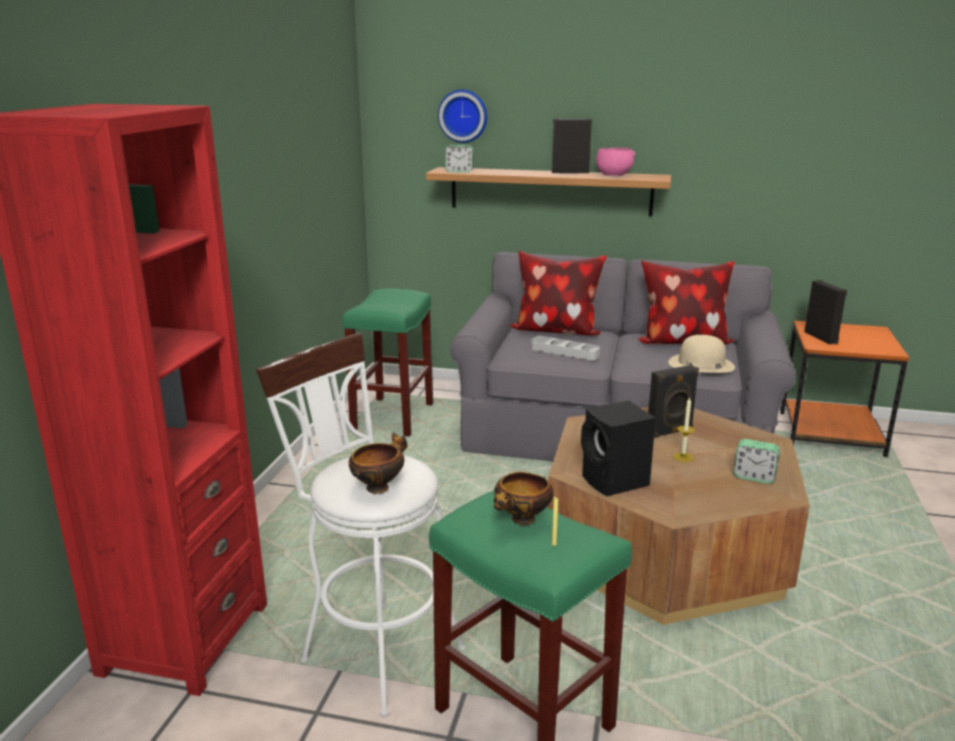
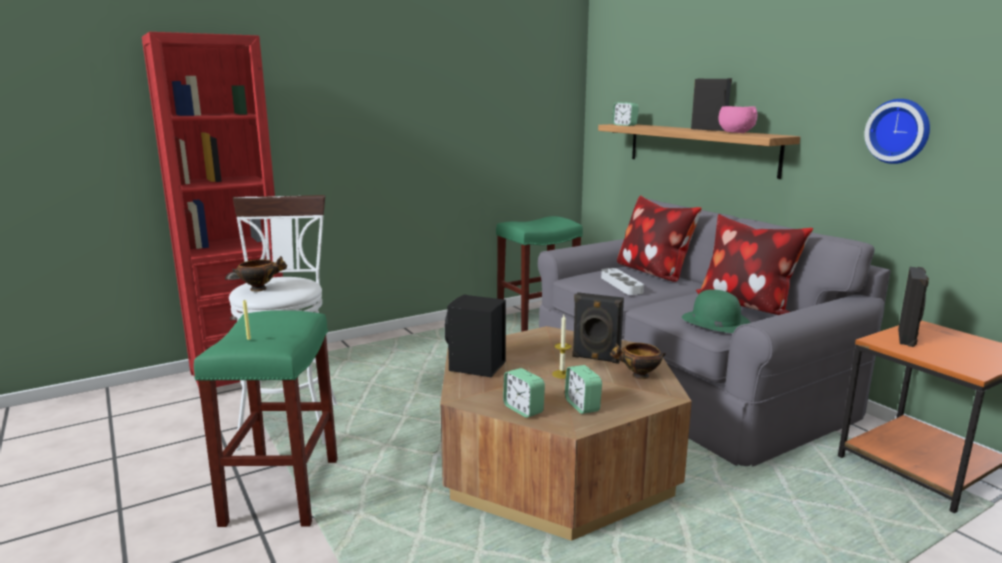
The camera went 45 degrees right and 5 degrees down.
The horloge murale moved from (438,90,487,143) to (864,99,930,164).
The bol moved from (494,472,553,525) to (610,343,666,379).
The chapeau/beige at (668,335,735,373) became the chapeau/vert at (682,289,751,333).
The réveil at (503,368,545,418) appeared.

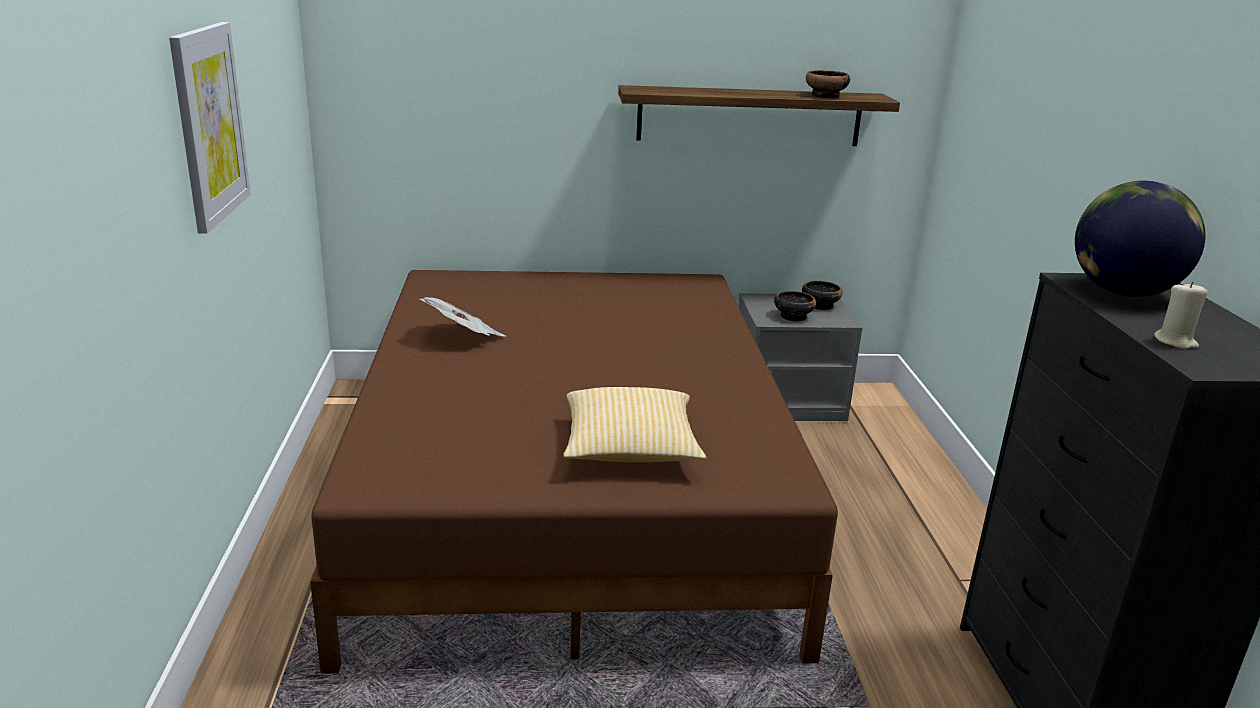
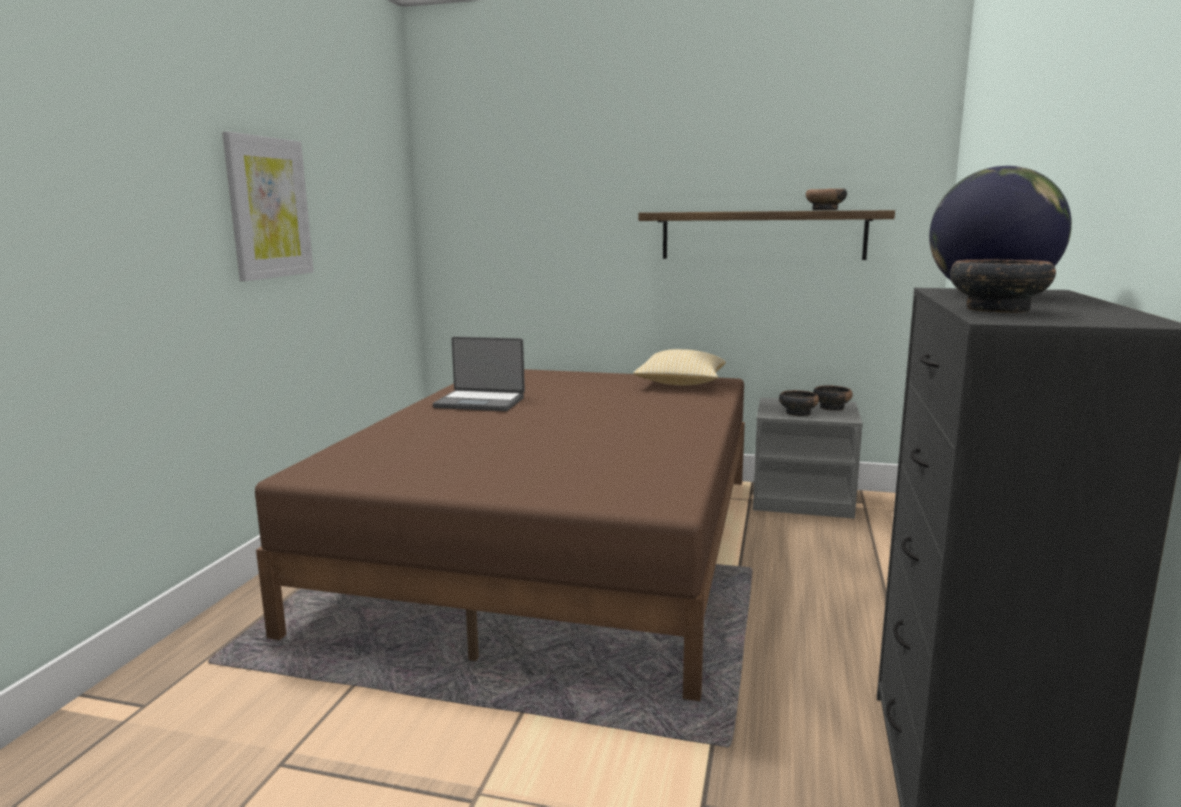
The camera went 20 degrees right and 10 degrees down.
The journal at (420,297,506,336) was replaced by the ordinateur portable at (433,337,525,411).
The coussin moved from (563,387,706,462) to (633,349,726,385).
The bougie/beige at (1154,282,1208,349) was replaced by the bol at (950,259,1056,313).

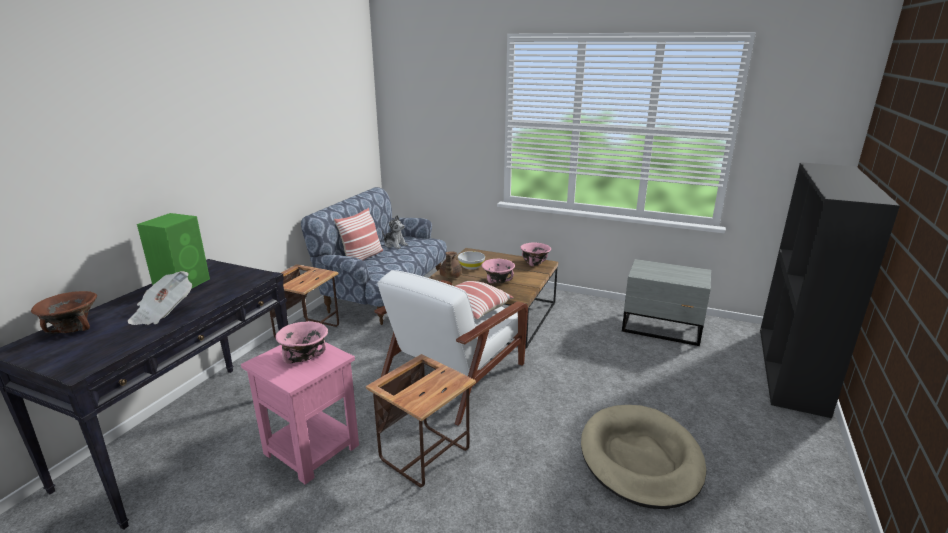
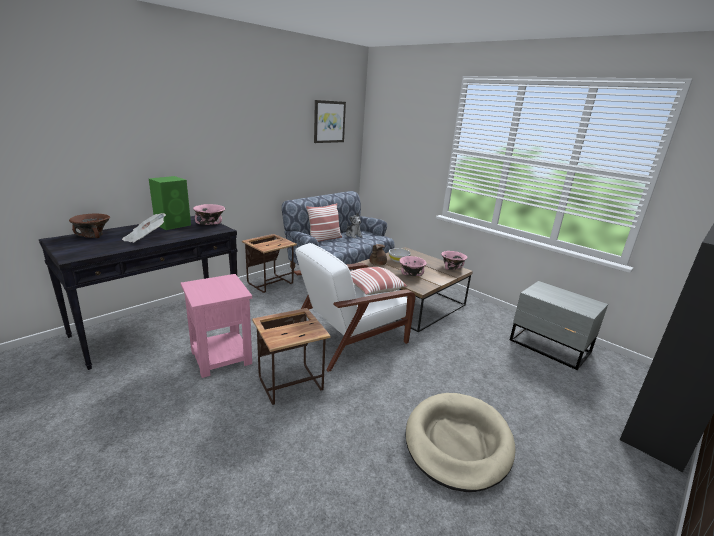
The camera went 20 degrees right and 0 degrees up.
The bol/rose moved from (275,321,328,364) to (193,204,225,225).
The tableau at (314,100,346,143) appeared.

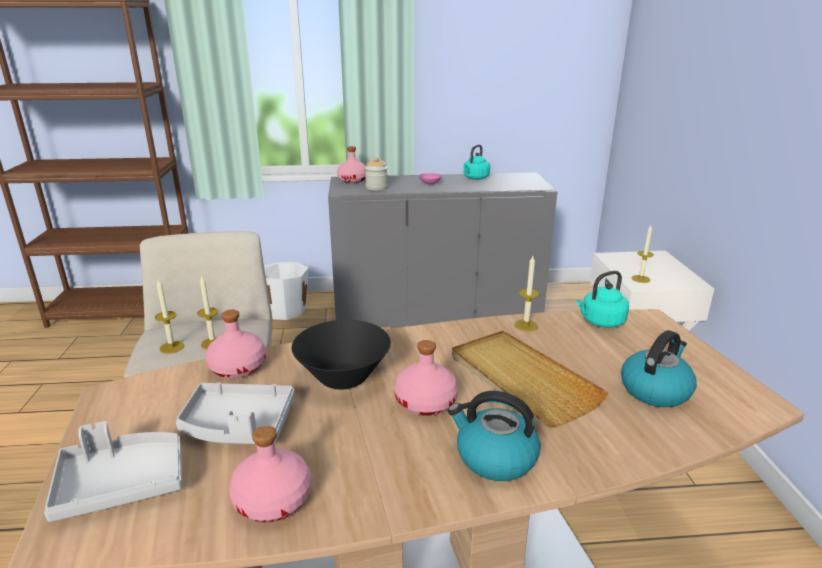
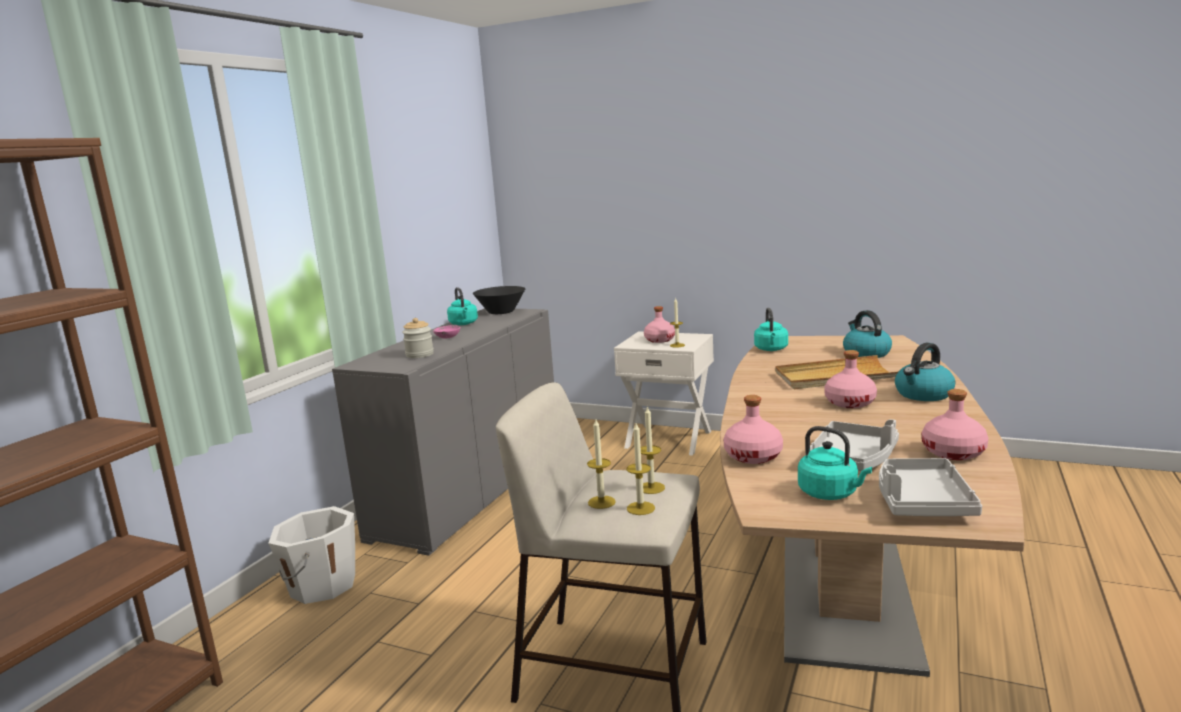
The camera went 60 degrees left and 10 degrees down.
The bol/noir moved from (292,320,391,389) to (473,286,525,314).
The bouteille/rose moved from (337,146,366,183) to (644,306,675,343).
The bougie moved from (514,256,540,332) to (587,419,616,509).
The bouilloire/turquoise at (798,426,872,500) appeared.

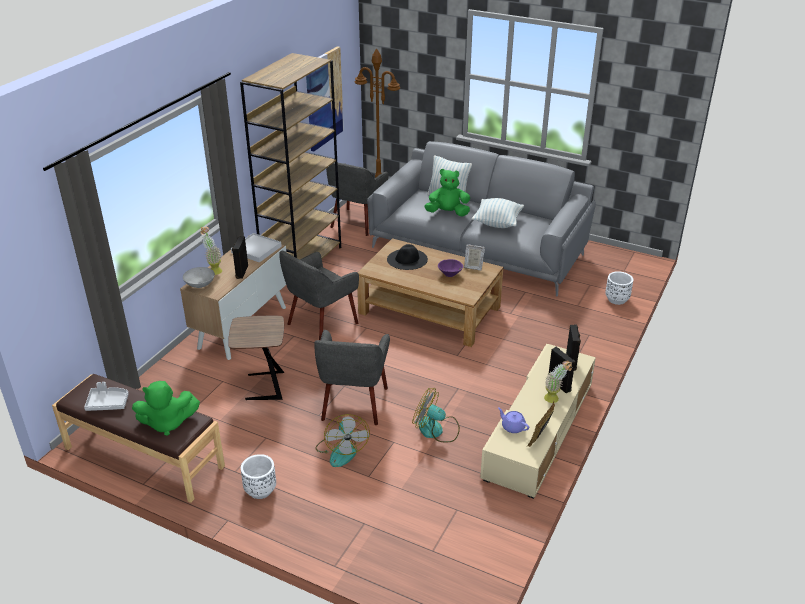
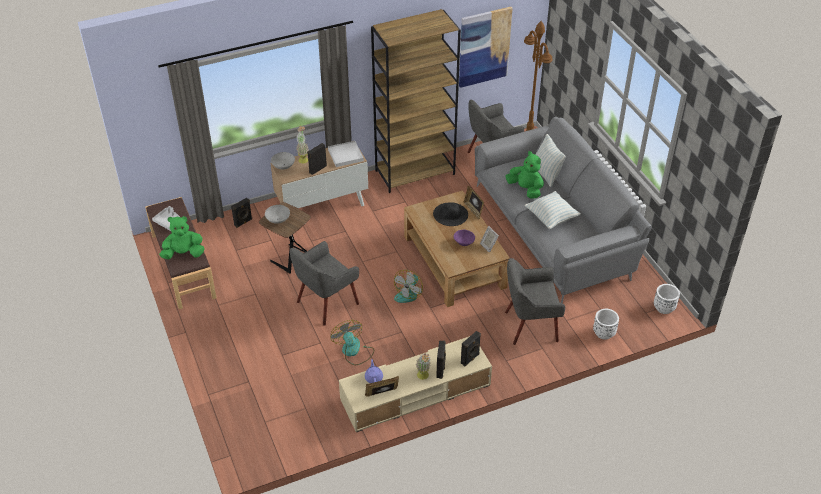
The camera went 40 degrees right and 10 degrees up.
The peluche/vert at (132,381,200,436) turned 135 degrees clockwise.
The cache-pot/blanc moved from (241,454,276,499) to (654,284,680,314).
The fauteuil/gris moved from (279,251,359,340) to (505,258,565,345).
The ventilateur moved from (315,414,370,467) to (394,270,423,303).
The enceinte/noir at (231,198,252,228) appeared.
The bol/gris at (265,205,290,224) appeared.
The cadre photo at (464,186,484,220) appeared.

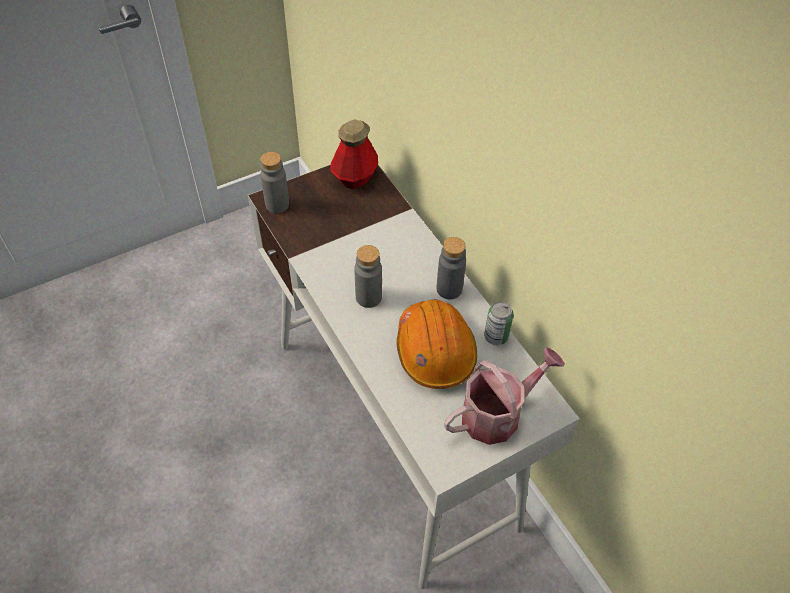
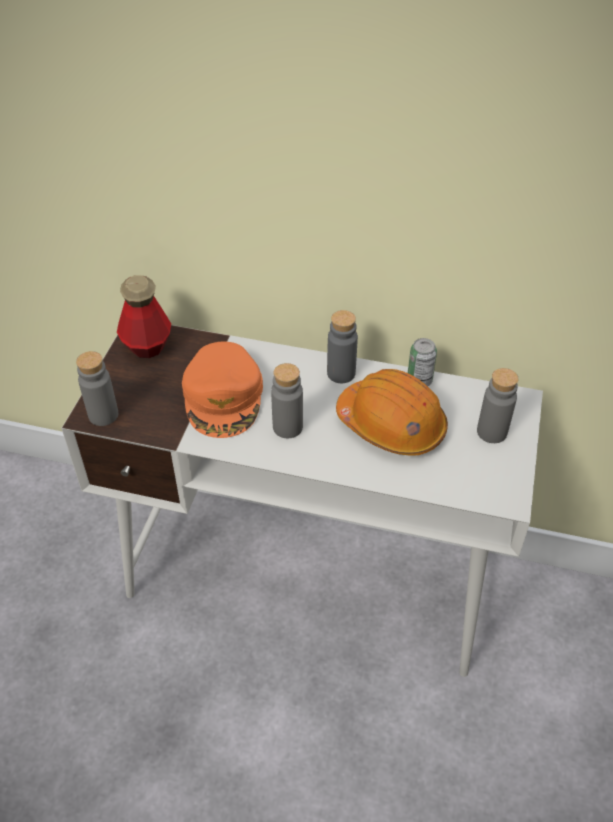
The camera went 45 degrees left and 5 degrees down.
The arrosoir at (444,347,565,445) was replaced by the bouteille/gris at (477,368,519,443).
The casquette/orange at (182,342,263,438) appeared.

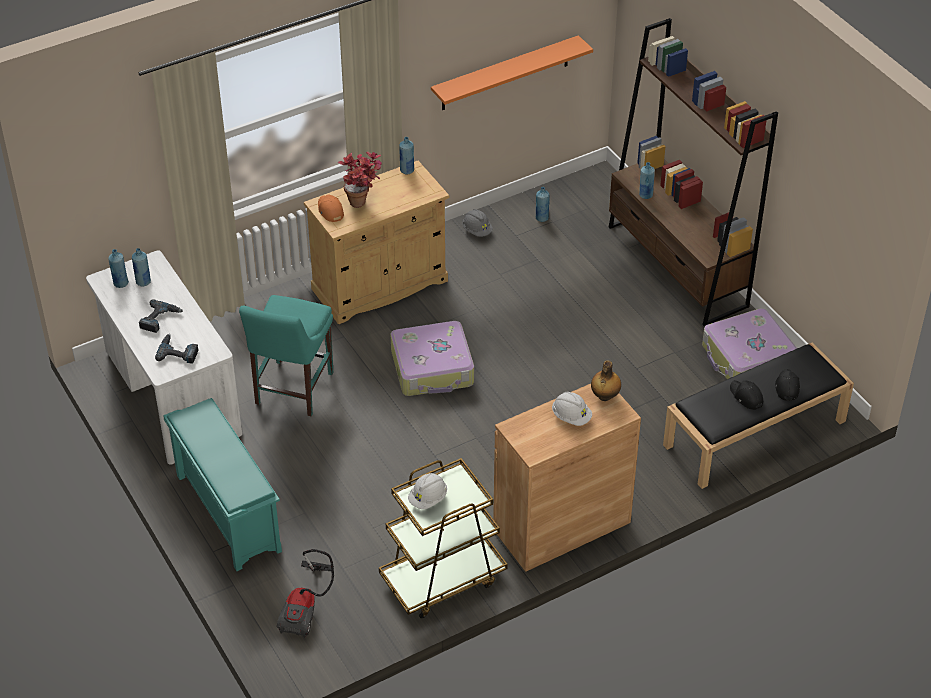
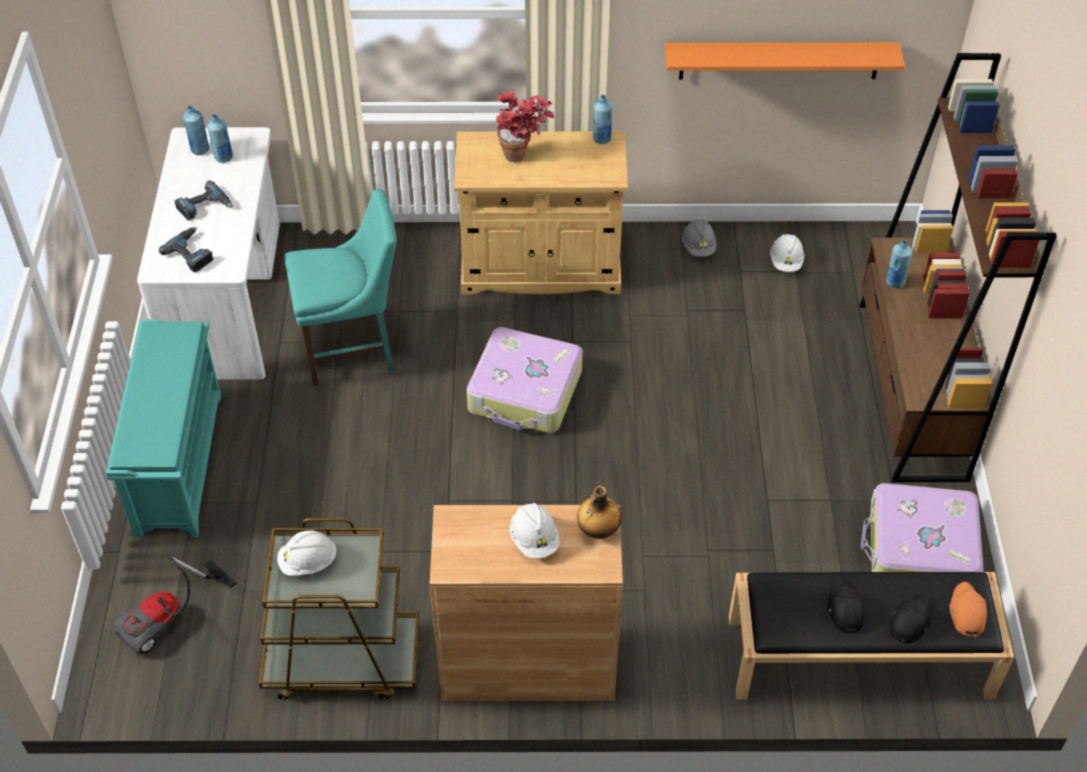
The camera went 30 degrees right and 5 degrees up.
The chaise/turquoise at (239,295,333,416) turned 150 degrees counterclockwise.
The casquette/orange moved from (318,195,344,222) to (950,582,987,637).
The bouteille/bleu at (536,187,549,222) was replaced by the casque de chantier/blanc at (770,234,805,272).

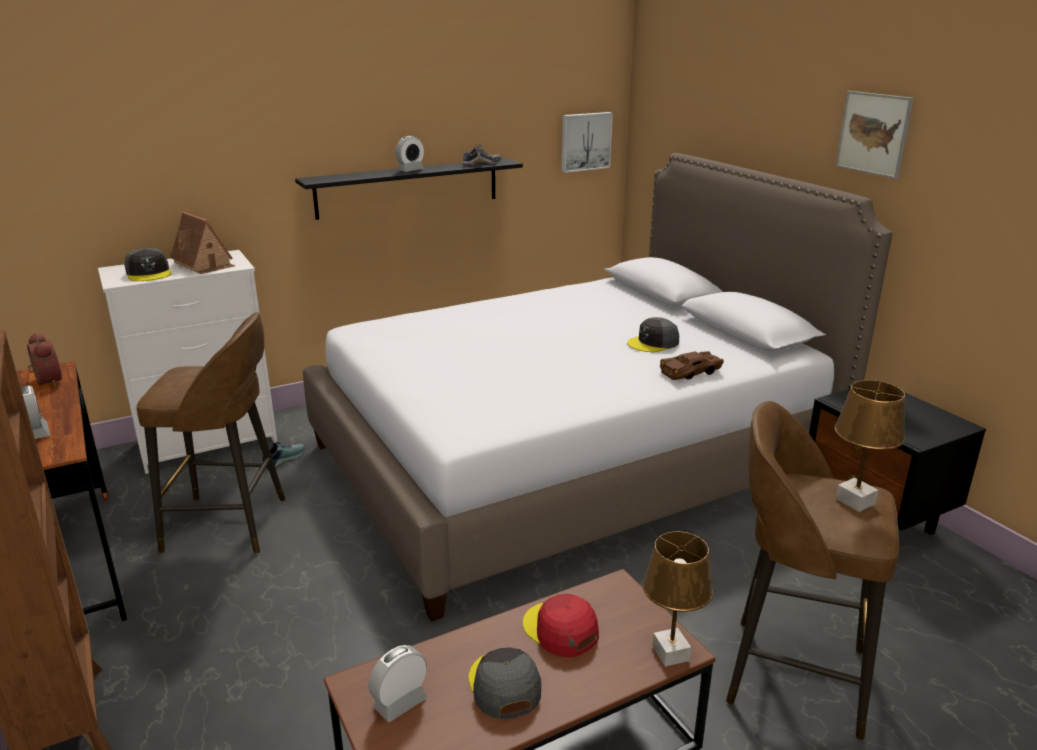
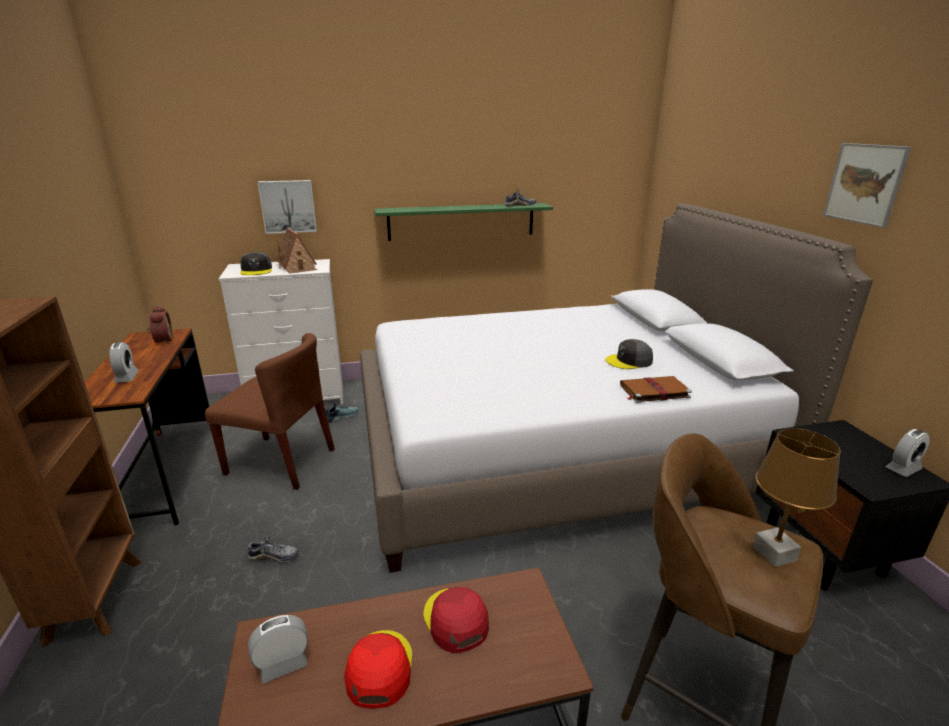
The camera went 15 degrees right and 0 degrees up.
The tabouret/marron at (137,312,285,554) was replaced by the chaise/marron at (205,333,335,490).
The étagère/noir at (295,158,523,220) became the étagère/vert at (374,203,553,241).
The réveil moved from (395,136,424,172) to (885,429,930,477).
The casquette/gris at (469,647,541,719) became the casquette/rouge at (344,630,412,709).
The tableau moved from (561,112,613,173) to (258,180,317,234).
The lampe de table/marron at (642,531,713,667) disappeared.
The petite voiture/marron at (660,351,724,380) was replaced by the livre/marron at (620,376,692,403).
The chaussure at (246,534,299,563) appeared.

